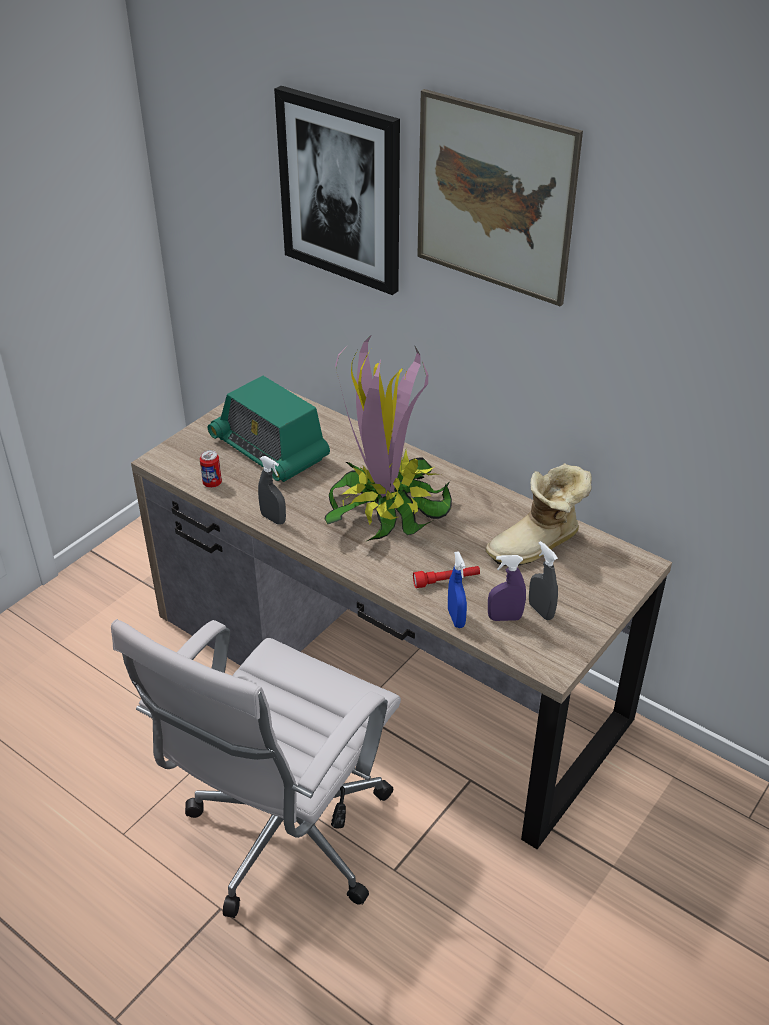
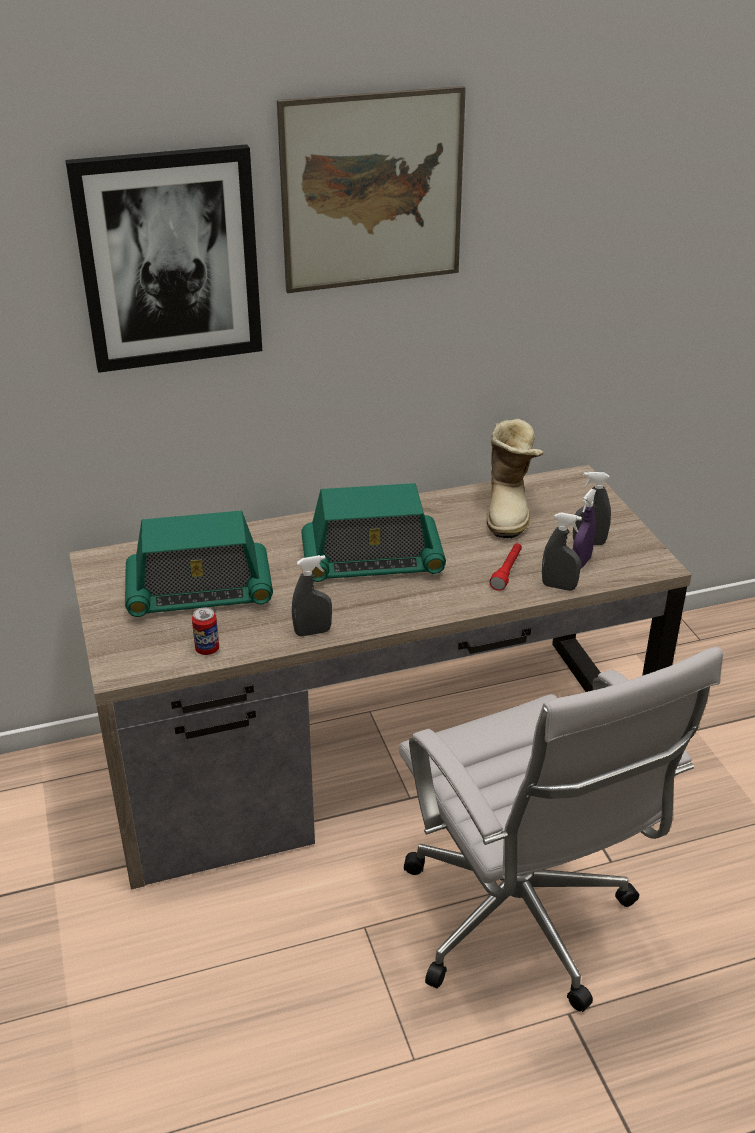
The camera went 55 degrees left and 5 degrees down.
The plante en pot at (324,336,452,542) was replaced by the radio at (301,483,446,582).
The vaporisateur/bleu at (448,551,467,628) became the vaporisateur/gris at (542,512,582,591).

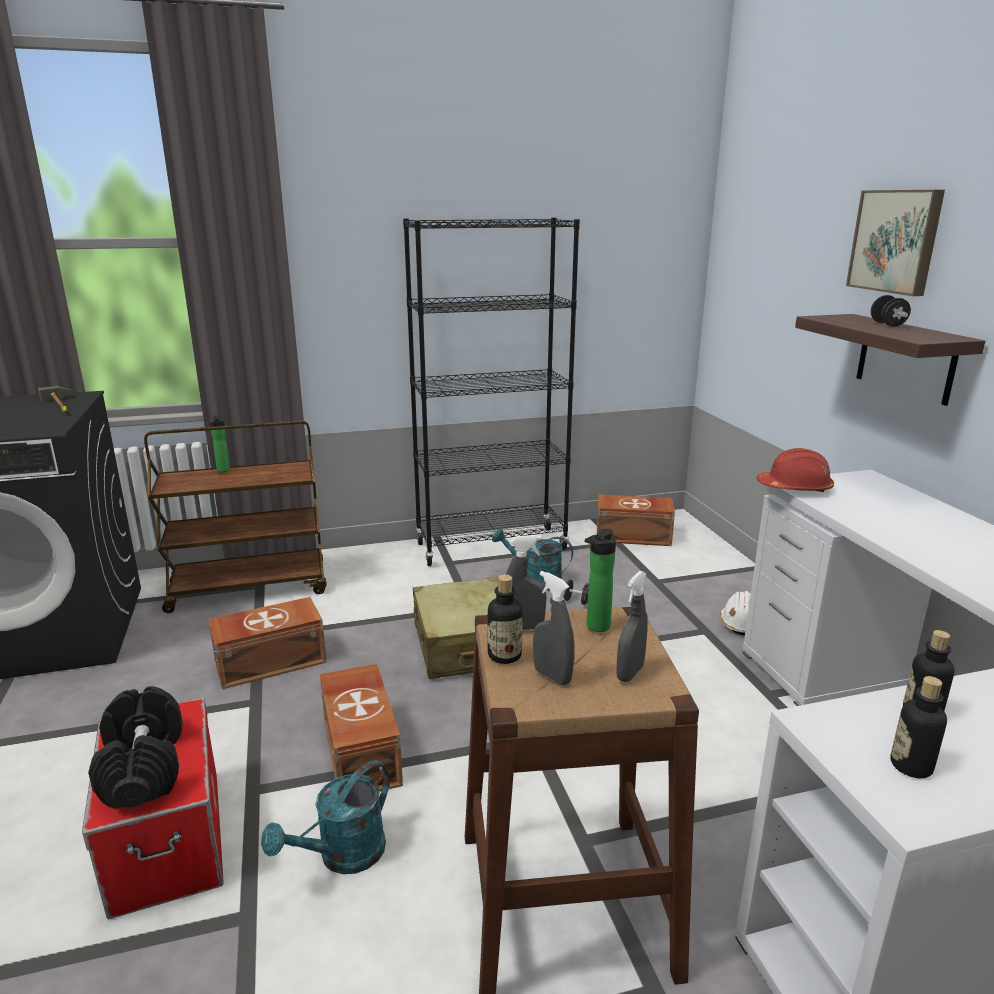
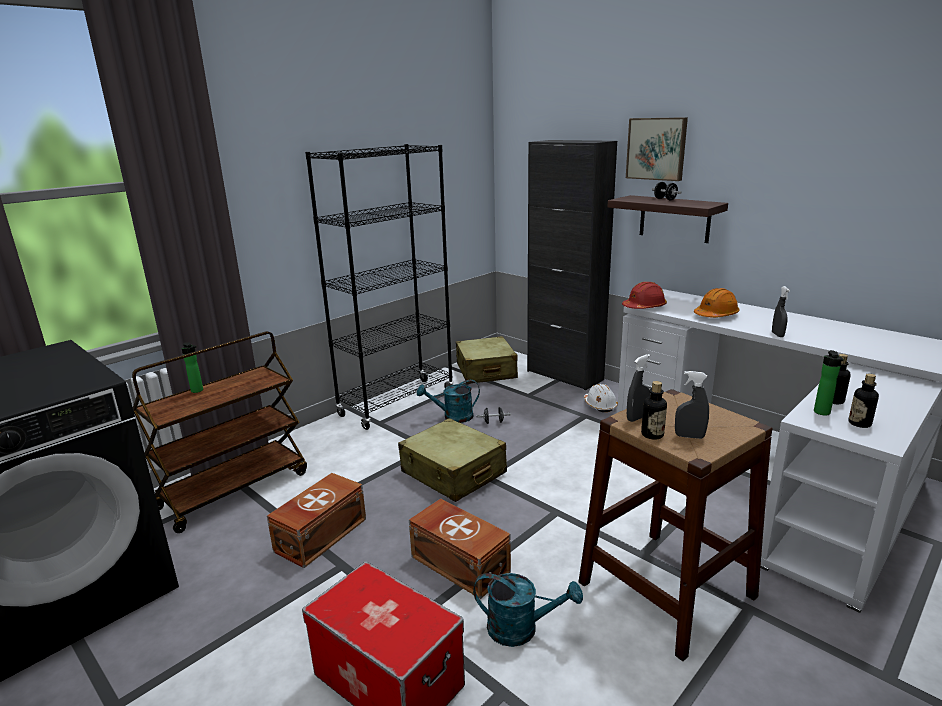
The camera went 30 degrees left and 0 degrees up.
The marteau at (38,386,75,411) disappeared.
The haltère/noir at (88,686,183,809) disappeared.
The arrosoir/turquoise at (261,760,390,874) turned 90 degrees counterclockwise.
The bouteille moved from (585,529,616,632) to (814,350,844,415).
The boîte de rangement/marron at (597,494,675,546) was replaced by the valise/beige at (456,336,518,384).
The vaporisateur/gris moved from (616,571,648,682) to (772,286,790,337).
The meuble de rangement/noir at (527,140,617,390) appeared.
The casque de chantier/orange at (694,288,740,317) appeared.

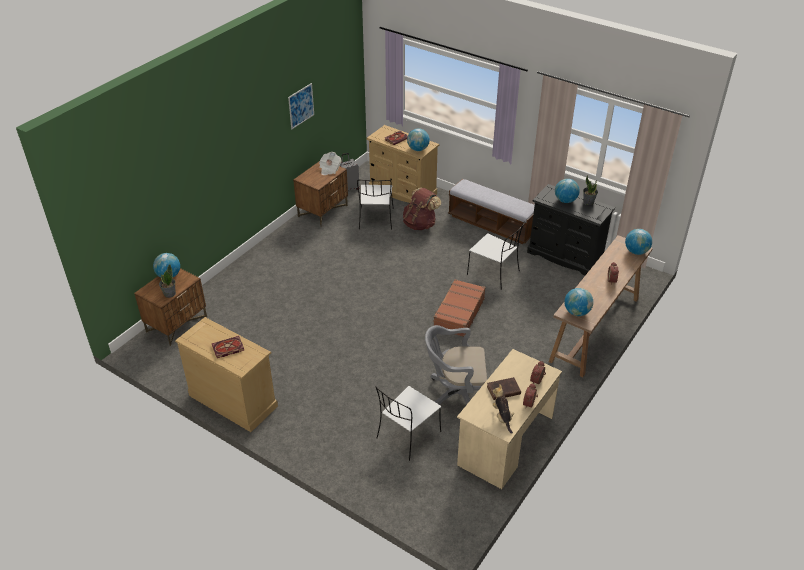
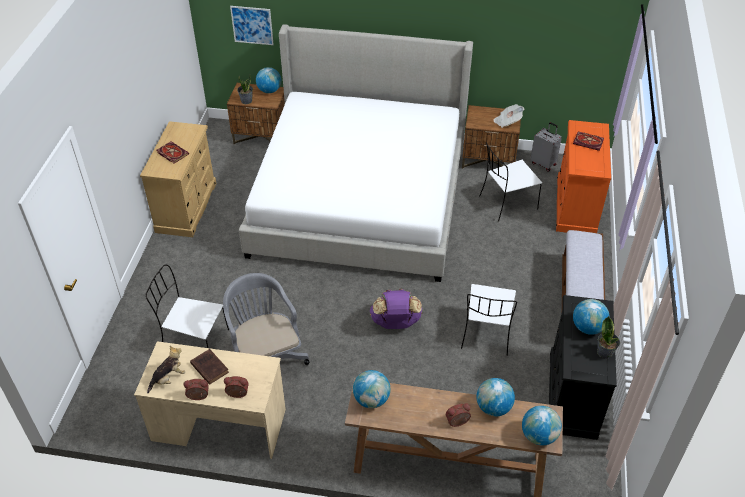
The camera went 65 degrees right and 5 degrees up.
The tableau moved from (288,83,314,129) to (230,6,274,45).
The commode/beige at (366,125,439,203) became the commode/orange at (556,120,611,233).
The sac à dos/marron at (403,187,441,230) disappeared.
The globe moved from (407,128,429,151) to (476,378,515,416).
The valise/marron at (433,279,486,337) was replaced by the sac à dos/violet at (370,289,422,329).
The lit at (239,24,473,282) appeared.

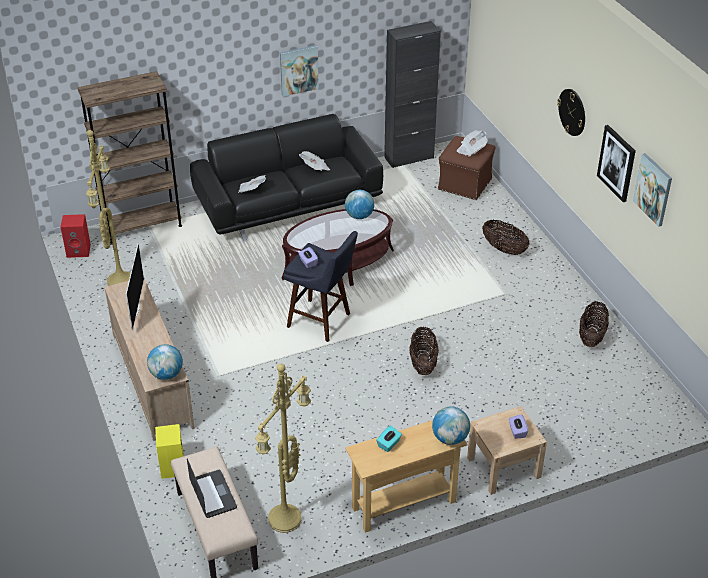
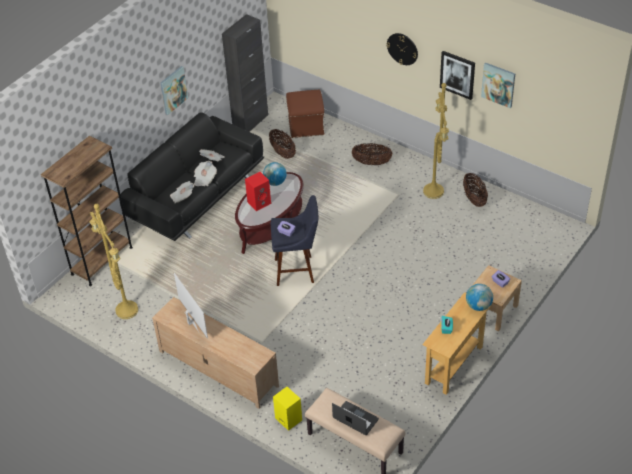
The camera went 30 degrees left and 5 degrees up.
The enceinte/rouge moved from (60,214,91,258) to (245,172,271,211).
The globe at (147,344,183,380) disappeared.
The lampadaire/jaune moved from (255,364,311,533) to (423,83,449,199).
The panier moved from (409,327,439,375) to (269,129,296,159).
The journal moved from (457,130,487,157) to (194,161,217,186).

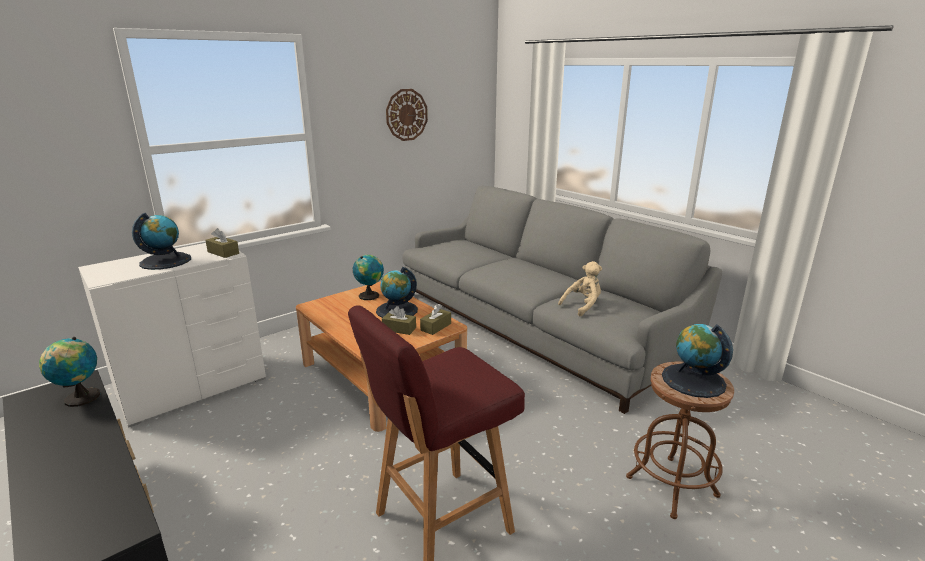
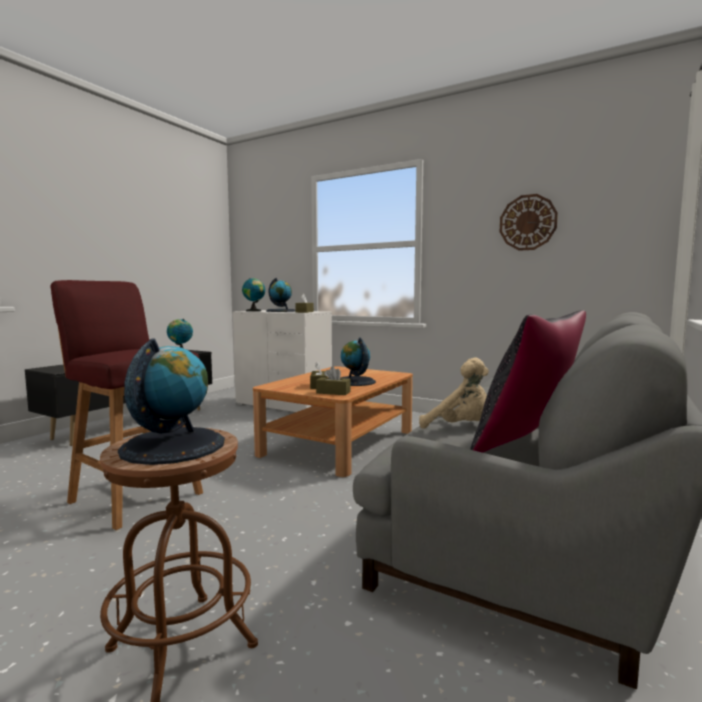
The camera went 70 degrees right and 15 degrees down.
The globe moved from (353,255,384,300) to (242,278,265,311).
The coussin/noir at (470,310,586,453) appeared.

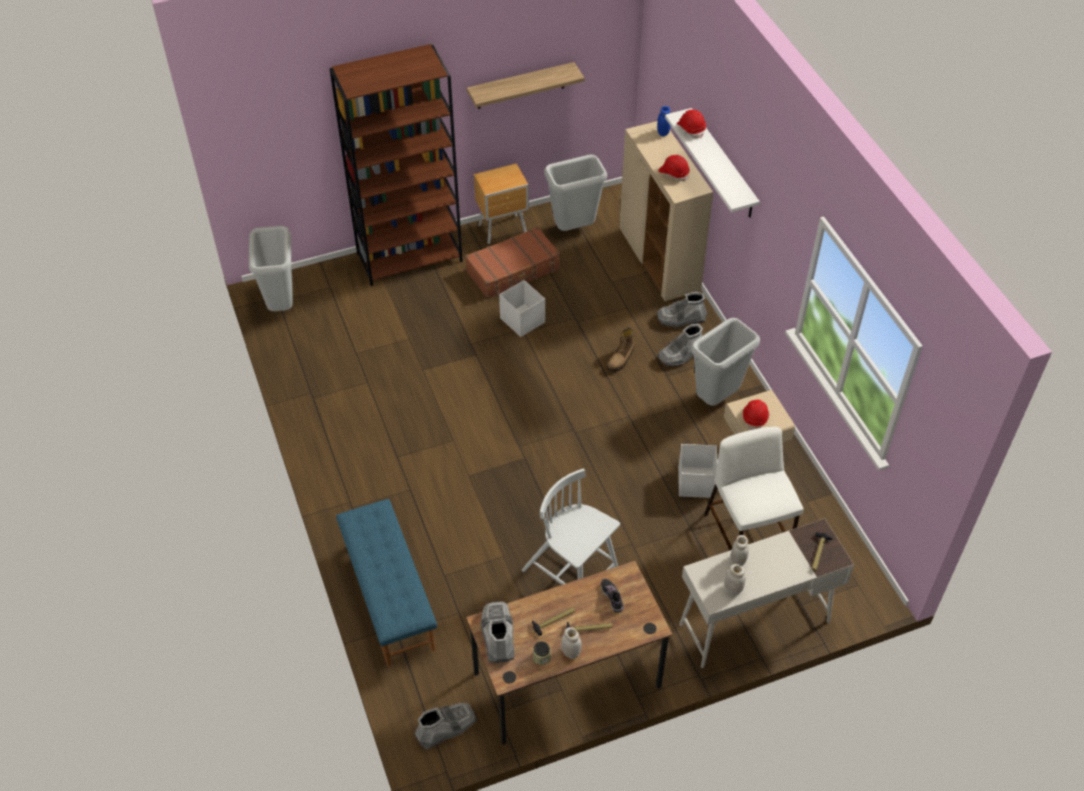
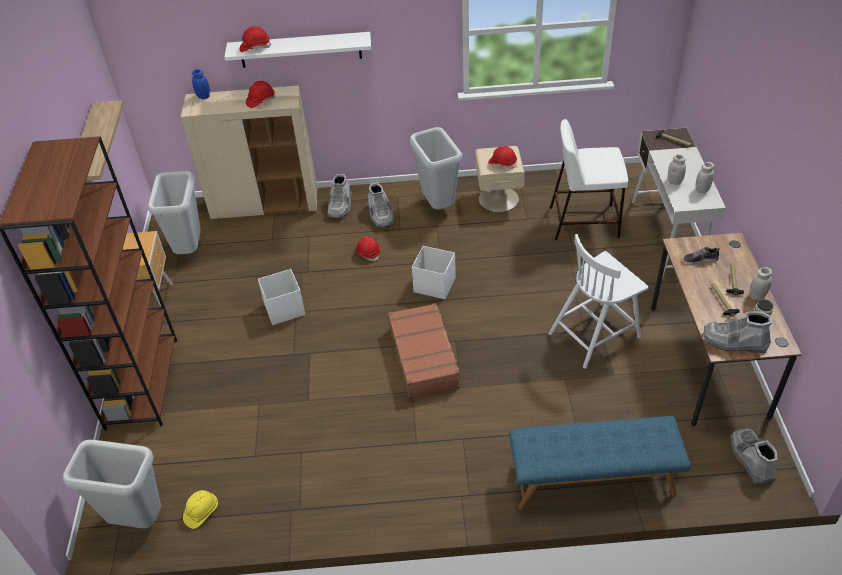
The camera went 70 degrees left and 5 degrees down.
The valise/marron moved from (465,226,560,299) to (388,303,462,399).
The botte at (607,327,634,372) was replaced by the casque de chantier/rouge at (355,236,381,261).
The boîte de rangement/blanc moved from (678,444,718,498) to (412,246,456,299).
The casque de chantier/jaune at (183,490,218,529) appeared.

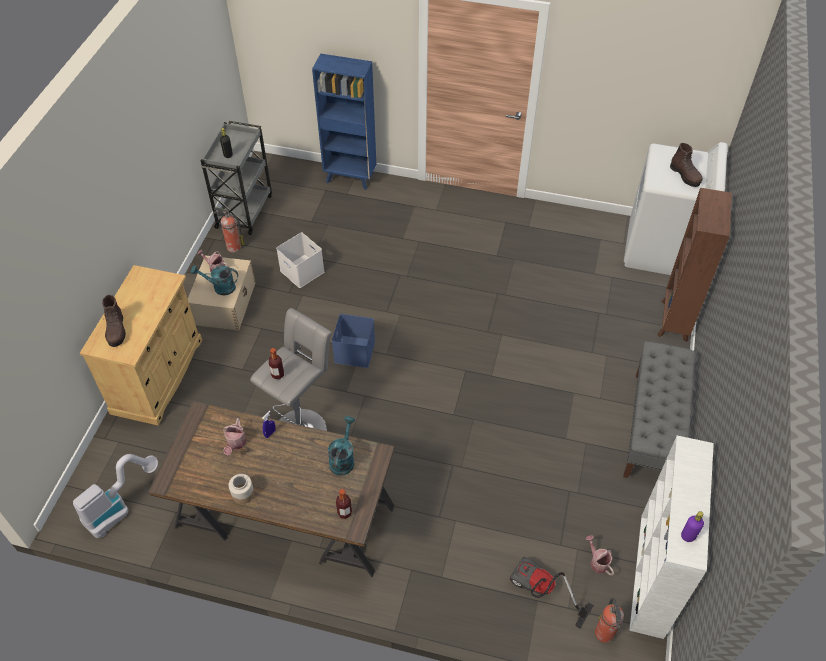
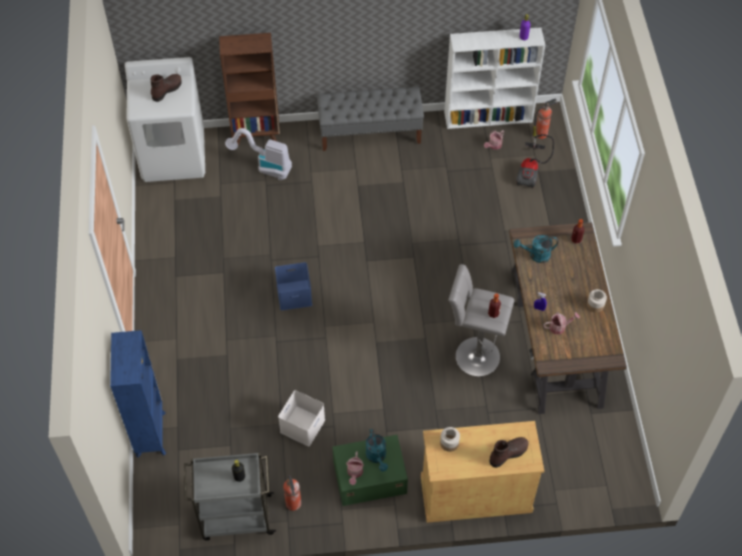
The camera went 110 degrees left and 5 degrees up.
The aspirateur moved from (73,454,158,538) to (225,128,292,180).
The boîte de rangement/beige at (188,255,255,330) became the boîte de rangement/vert at (333,435,408,506).
The boîte de rangement/bleu moved from (332,314,375,368) to (275,262,312,310).
The bocal at (440,427,460,452) appeared.

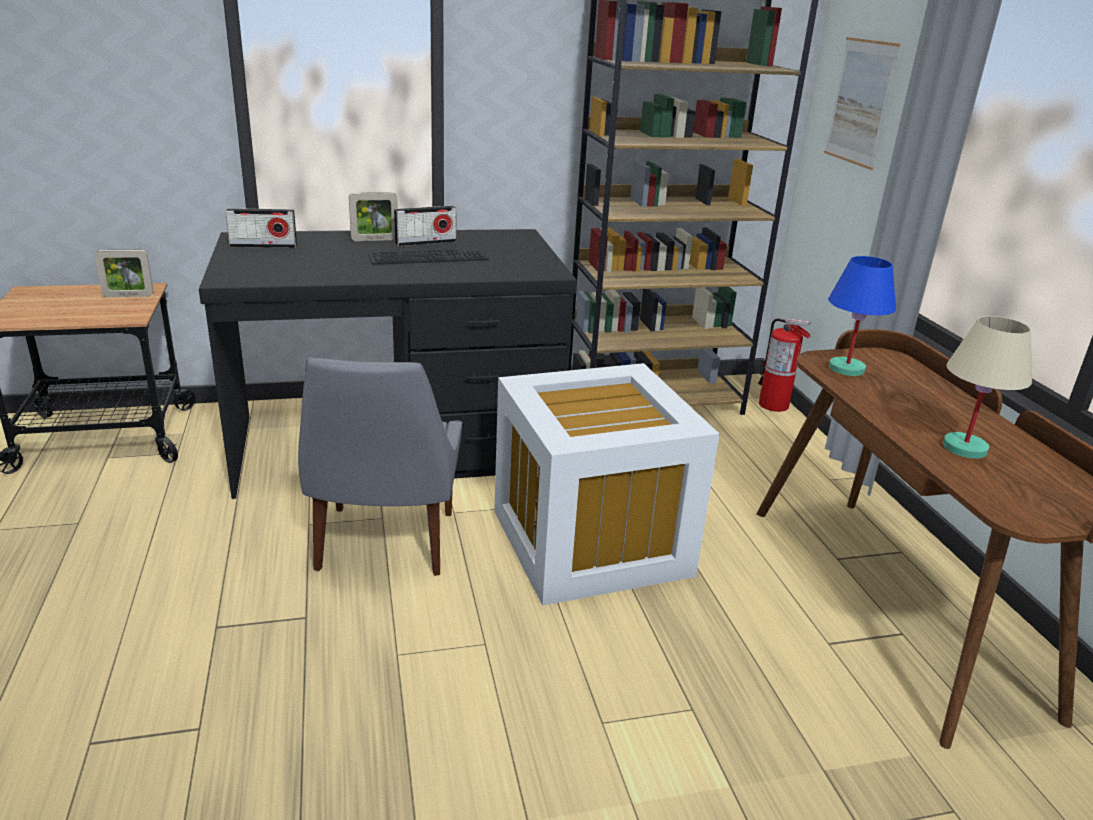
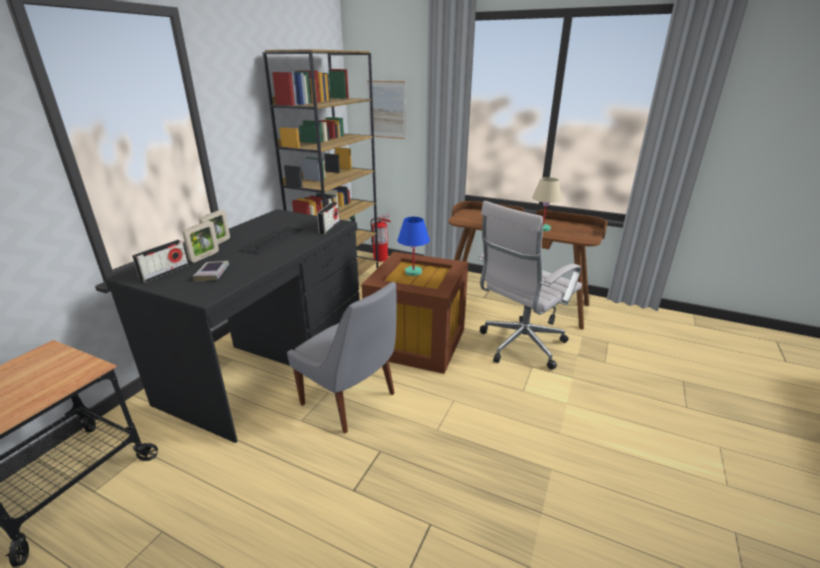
The camera went 50 degrees left and 0 degrees up.
The cadre photo moved from (95,250,154,297) to (182,221,219,262).
The radio moved from (394,206,456,246) to (317,202,340,234).
The boîte de rangement/blanc at (494,363,720,606) became the boîte de rangement/marron at (362,252,468,374).
The lampe de table/bleu moved from (828,256,896,376) to (397,217,430,276).
The livre at (193,261,229,282) appeared.
The chaise de bureau/blanc at (478,201,582,370) appeared.

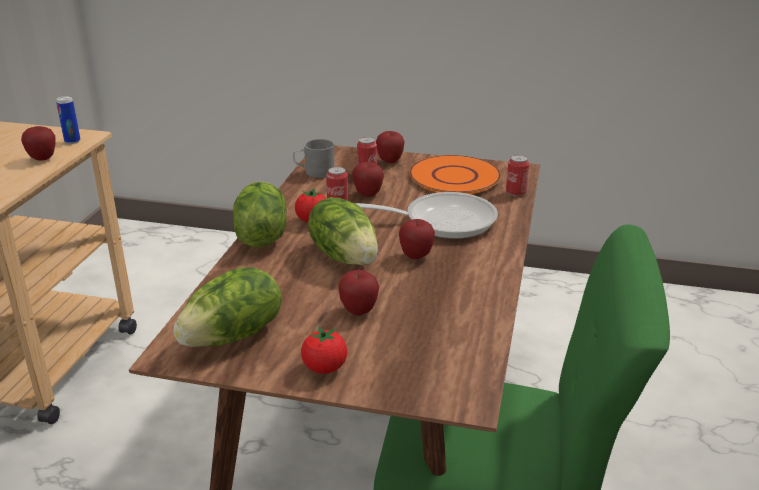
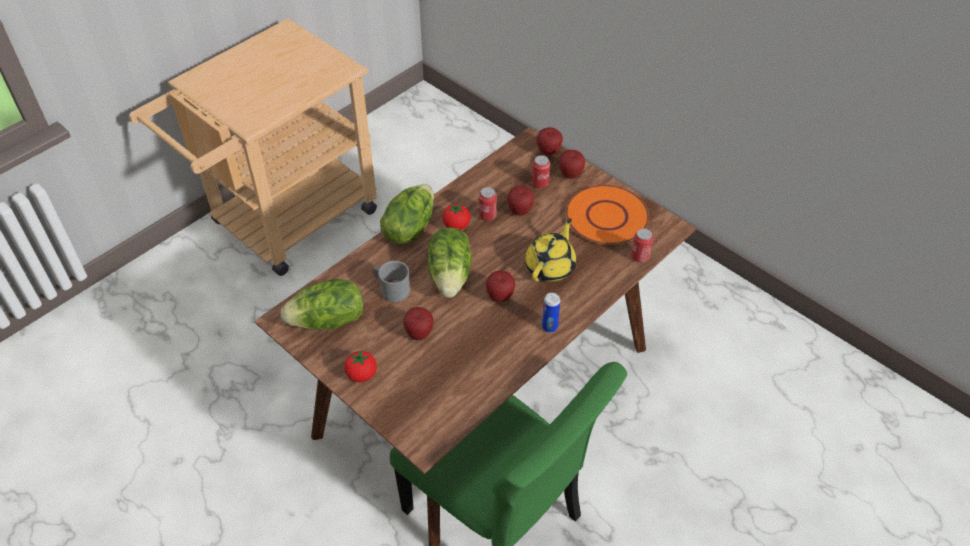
The camera went 30 degrees right and 20 degrees up.
The pomme moved from (21,126,56,161) to (537,127,563,155).
The boîte métallique moved from (56,96,80,144) to (542,293,560,333).
The mug/gris moved from (293,139,335,178) to (373,261,410,302).
The poêle at (354,192,498,239) was replaced by the théière/jaune at (525,218,576,282).

